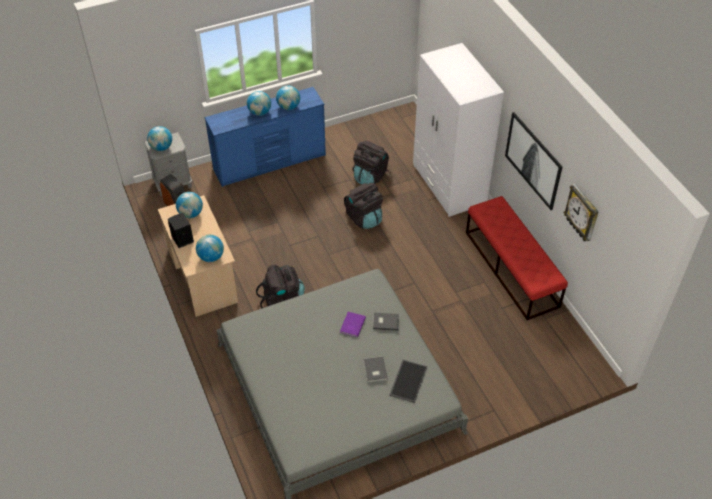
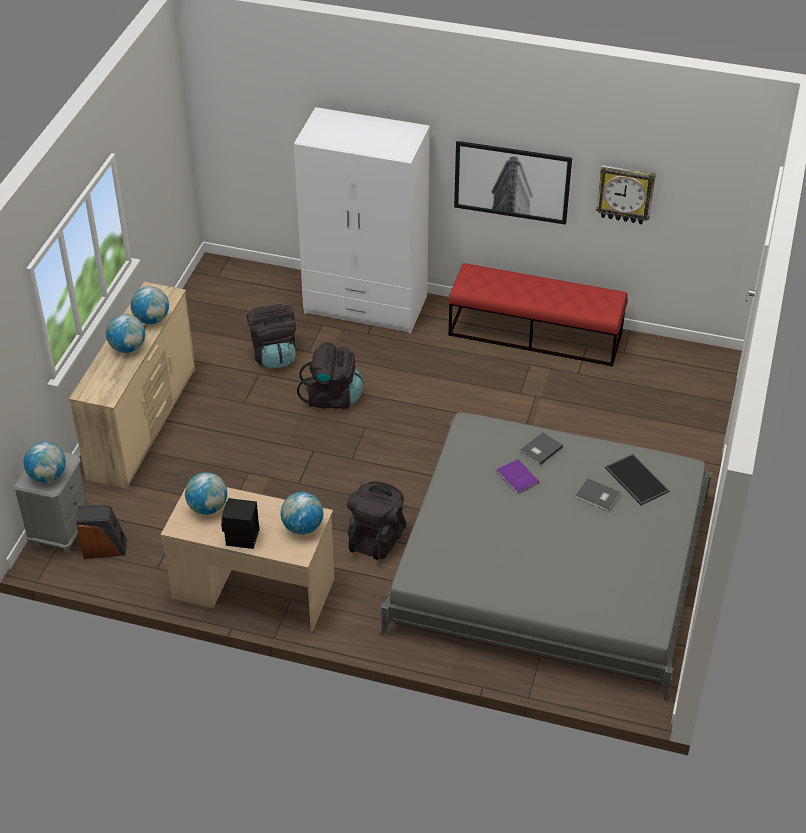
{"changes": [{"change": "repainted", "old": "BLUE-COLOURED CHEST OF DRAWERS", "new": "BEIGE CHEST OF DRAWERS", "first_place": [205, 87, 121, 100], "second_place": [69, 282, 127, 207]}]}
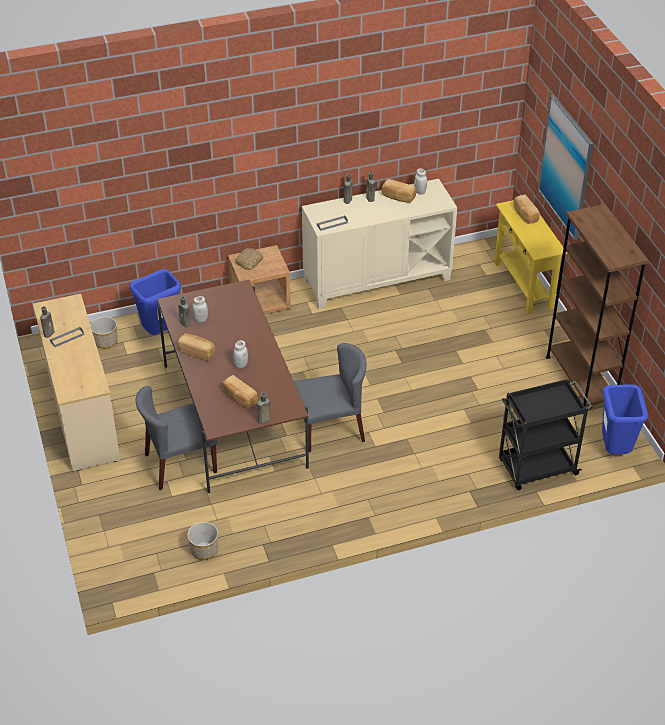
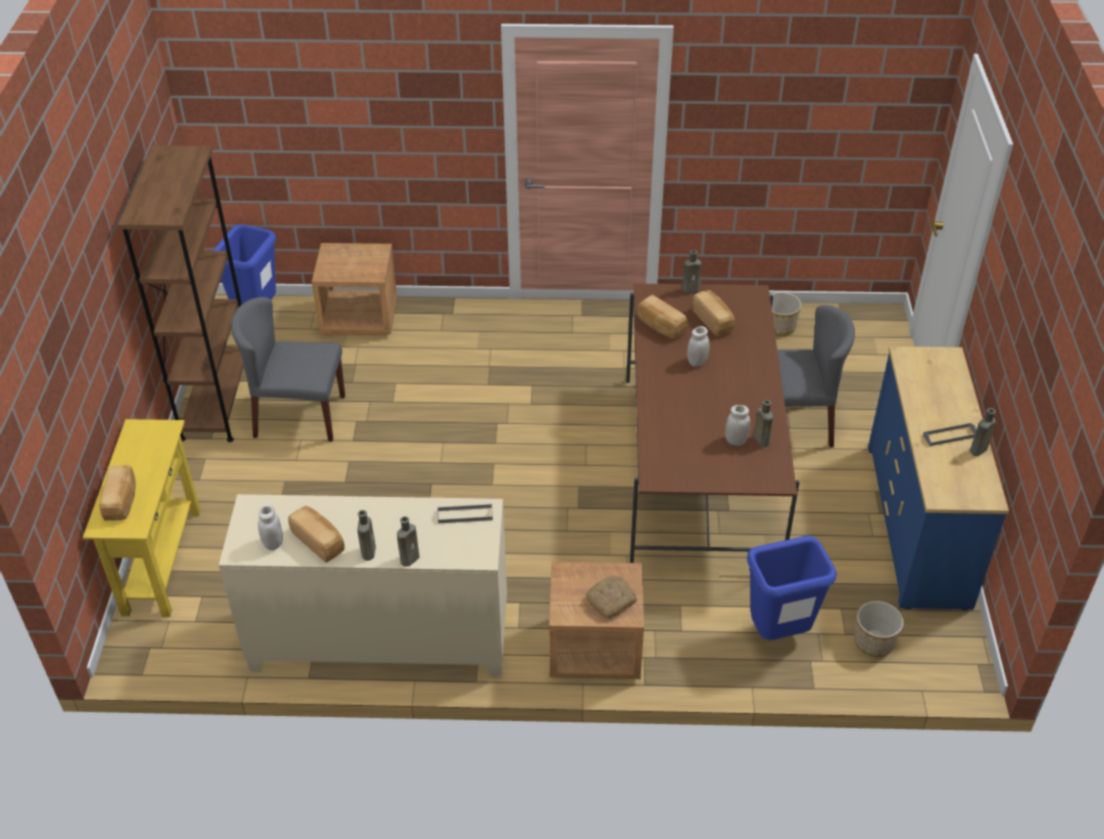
{"changes": [{"change": "gone", "old": "WALL PICTURE", "first_place": [538, 95, 56, 145]}, {"change": "shifted", "old": "BAKERY BREAD", "first_place": [177, 333, 38, 28], "second_place": [638, 294, 50, 45]}, {"change": "shifted", "old": "GRAY CHAIR", "first_place": [294, 343, 73, 109], "second_place": [231, 297, 114, 145]}, {"change": "swapped", "old": "BLACK-COLOURED CART", "new": "BROWN-COLOURED NIGHT TABLE", "first_place": [499, 378, 93, 112], "second_place": [312, 243, 85, 92]}, {"change": "repainted", "old": "BEIGE CHEST OF DRAWERS", "new": "BLUE-COLOURED CHEST OF DRAWERS", "first_place": [33, 294, 88, 177], "second_place": [868, 346, 141, 264]}]}
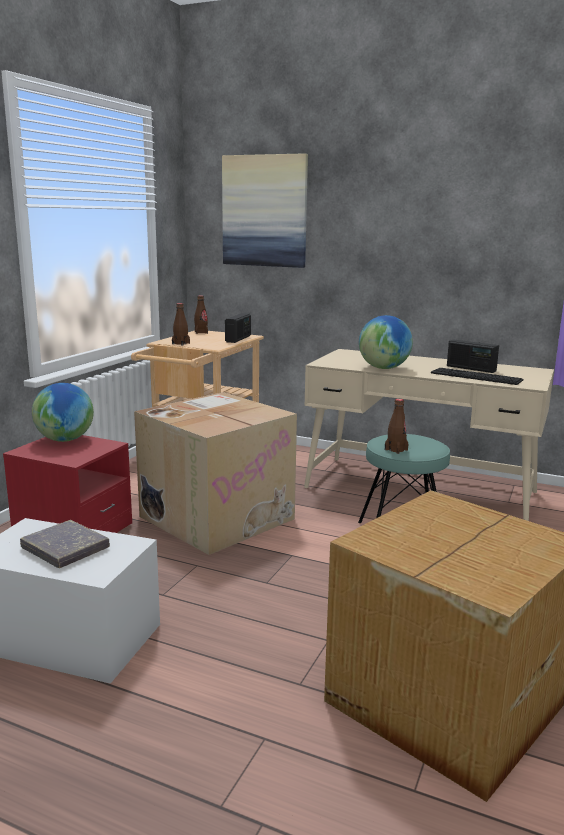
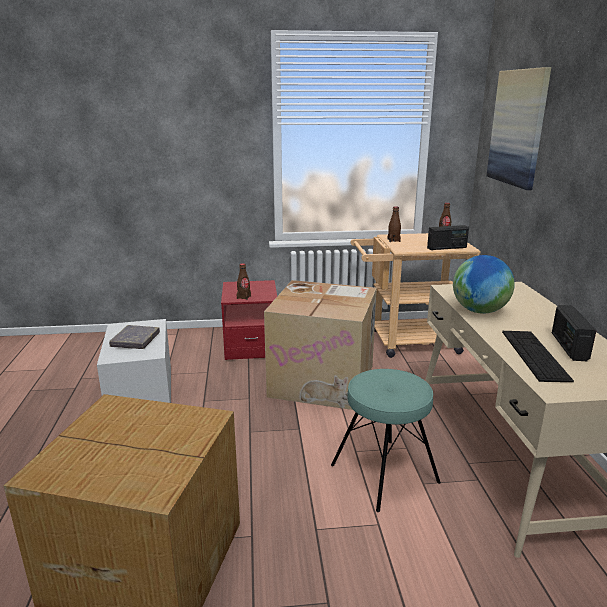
{"changes": [{"change": "gone", "old": "GLOBE", "first_place": [32, 383, 62, 59]}, {"change": "shifted", "old": "BROWN-COLOURED BOTTLE", "first_place": [385, 399, 23, 55], "second_place": [237, 263, 14, 37]}]}
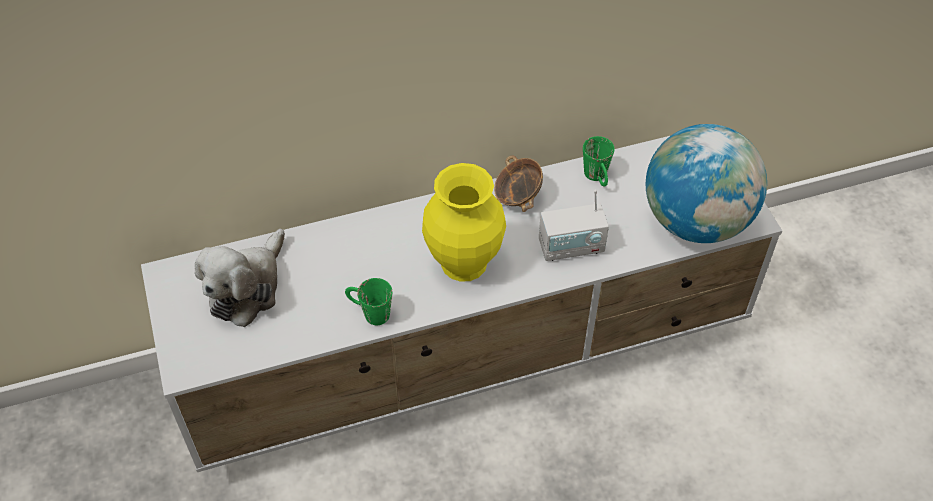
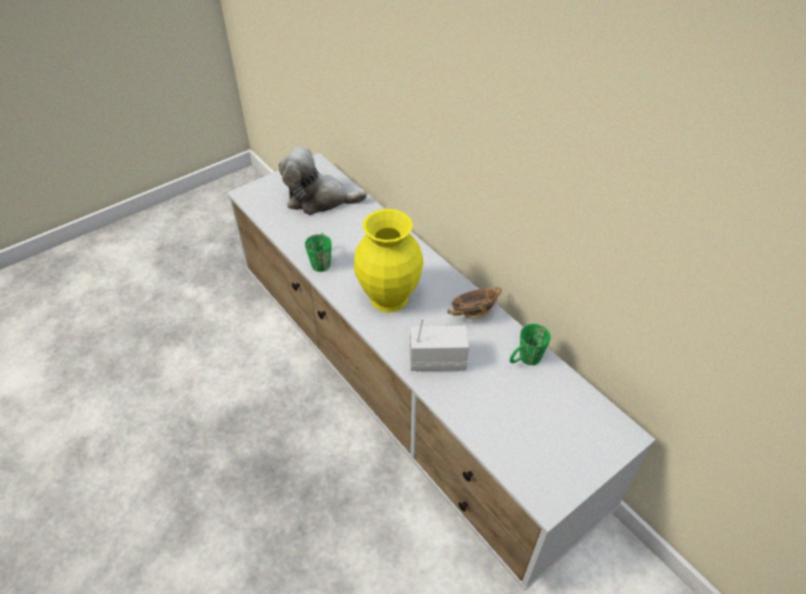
{"changes": [{"change": "gone", "old": "GLOBE", "first_place": [646, 124, 121, 119]}, {"change": "rotated", "old": "RADIO RECEIVER", "first_place": [539, 190, 70, 71], "second_place": [410, 318, 59, 54], "degrees": 120}]}
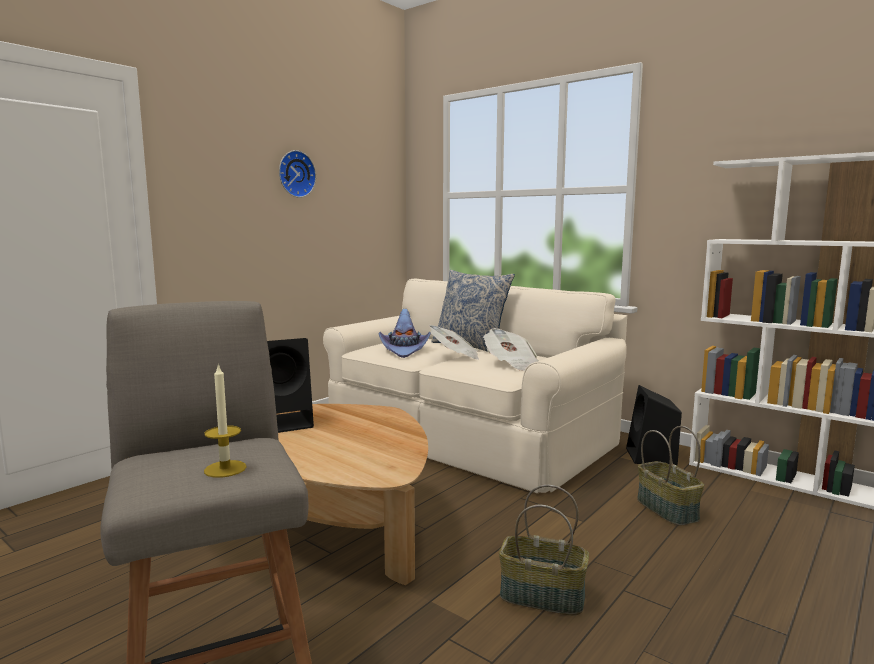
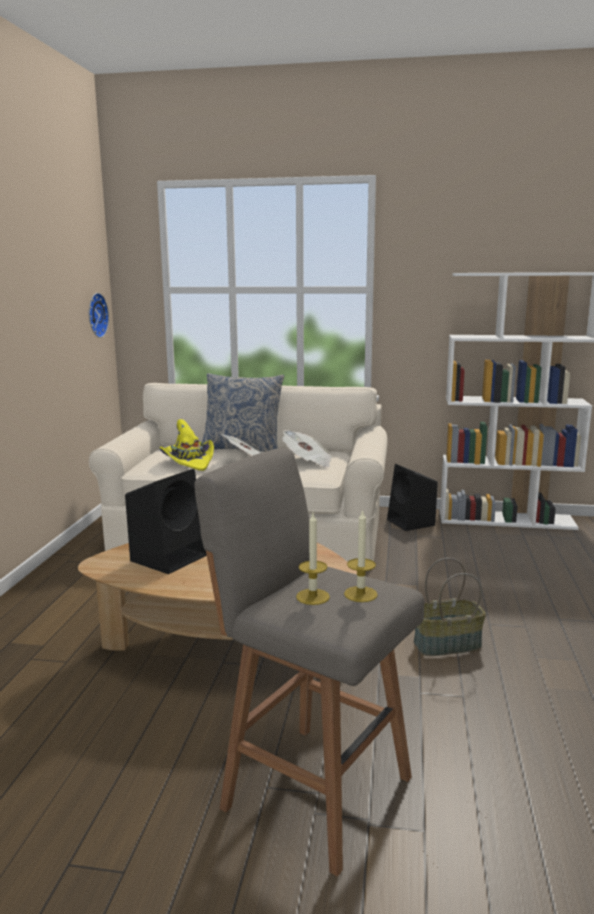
{"changes": [{"change": "gone", "old": "STORAGE BASKET", "first_place": [637, 426, 67, 100]}, {"change": "new", "new": "CANDLE", "second_place": [296, 513, 34, 92]}, {"change": "shifted", "old": "CLOCK ON THE WALL", "first_place": [279, 150, 37, 48], "second_place": [89, 293, 20, 45]}, {"change": "repainted", "old": "PURPLE-COLOURED CLOTHING HAT", "new": "YELLOW CLOTHING HAT", "first_place": [378, 309, 53, 49], "second_place": [159, 419, 55, 52]}]}
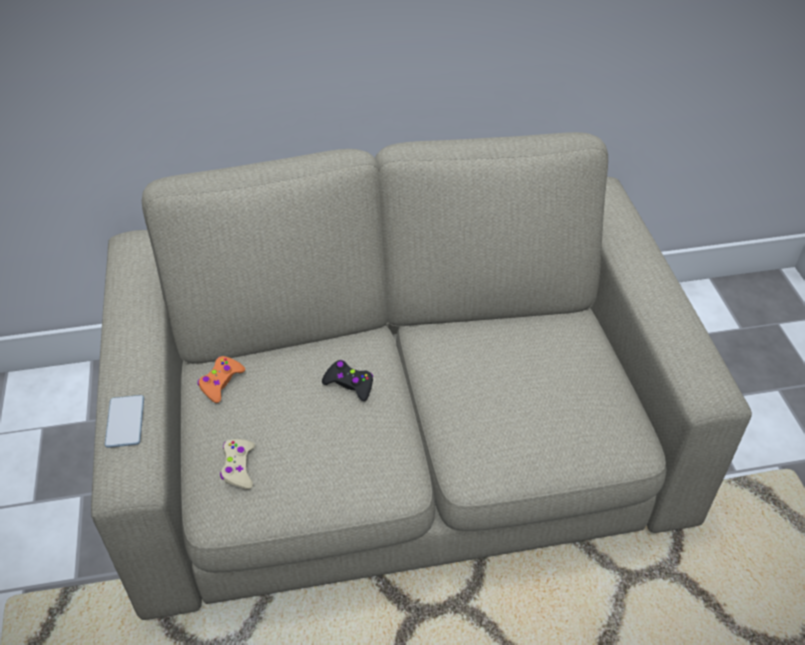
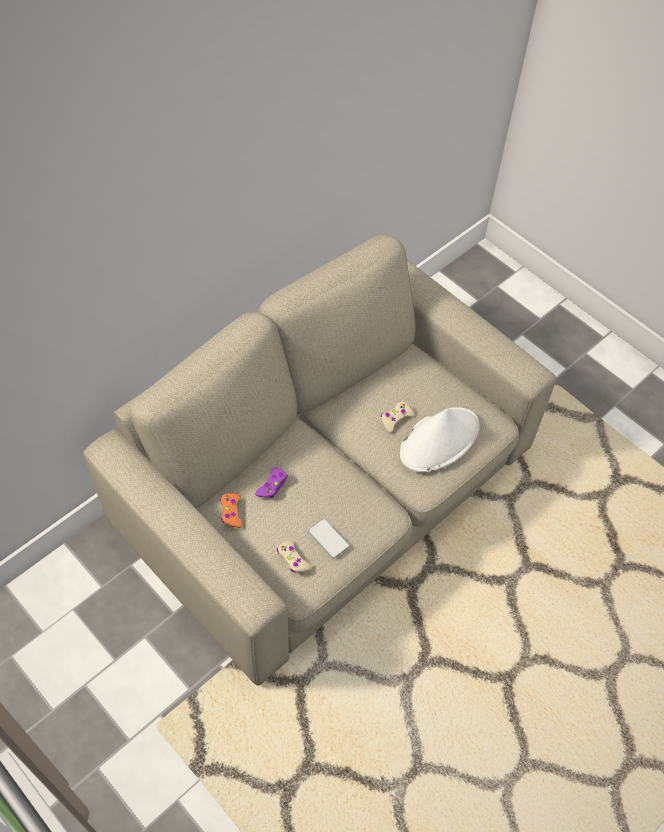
{"changes": [{"change": "gone", "old": "BLACK-COLOURED GAME CONTROLLER", "first_place": [322, 360, 51, 41]}, {"change": "new", "new": "PURPLE-COLOURED GAME CONTROLLER", "second_place": [255, 468, 32, 30]}, {"change": "new", "new": "BEIGE GAME CONTROLLER", "second_place": [381, 401, 34, 32]}, {"change": "new", "new": "WHITE CLOTHING HAT", "second_place": [400, 407, 79, 66]}, {"change": "shifted", "old": "PHONE", "first_place": [105, 395, 39, 53], "second_place": [308, 519, 41, 40]}]}
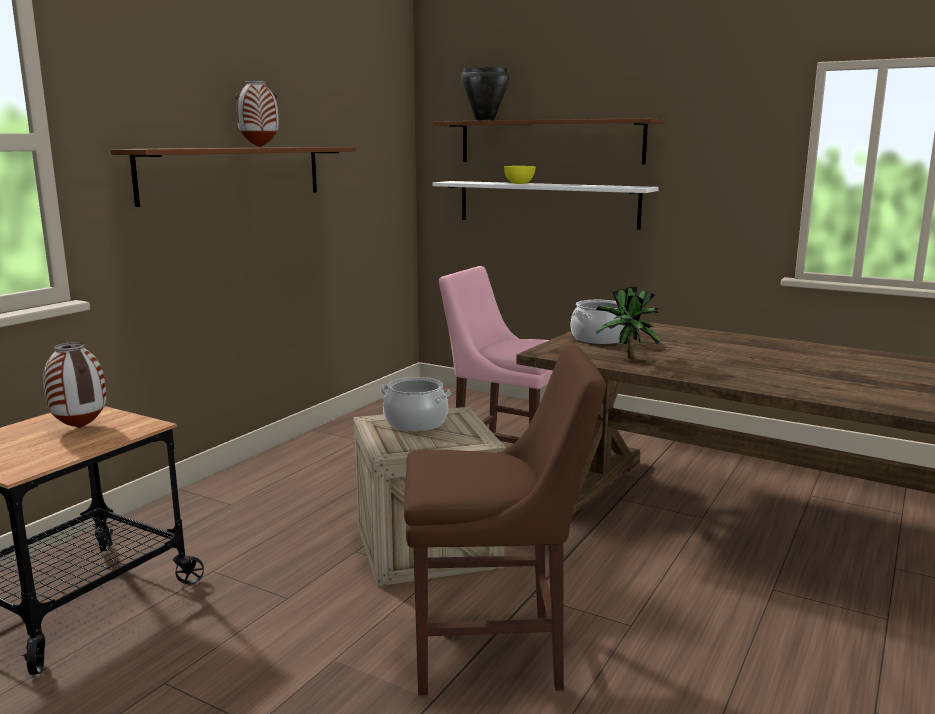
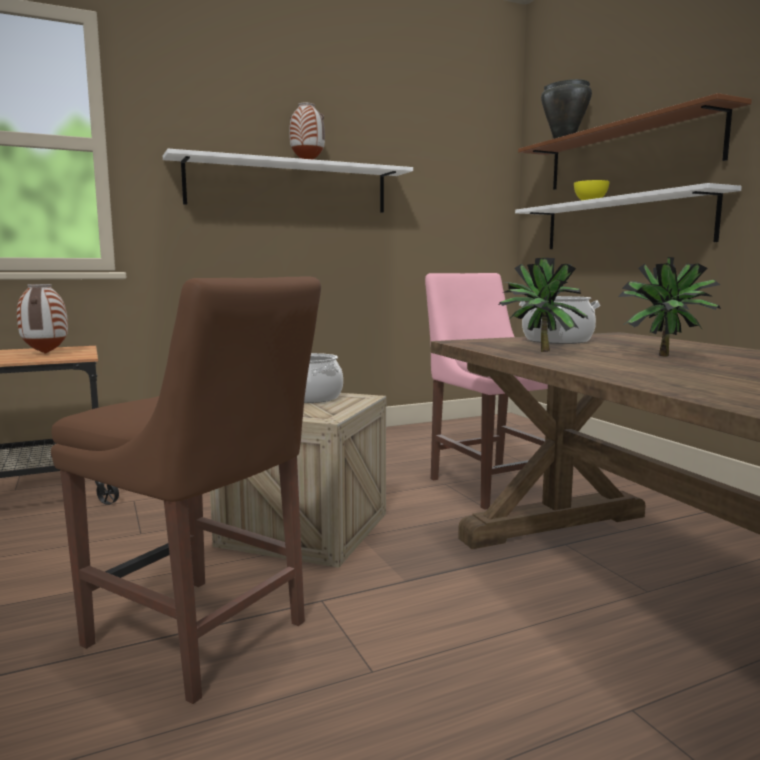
{"changes": [{"change": "new", "new": "POTTED PLANT", "second_place": [618, 257, 103, 100]}, {"change": "repainted", "old": "BROWN-COLOURED WALL SHELF", "new": "WHITE WALL SHELF", "first_place": [111, 147, 245, 60], "second_place": [163, 149, 250, 64]}]}
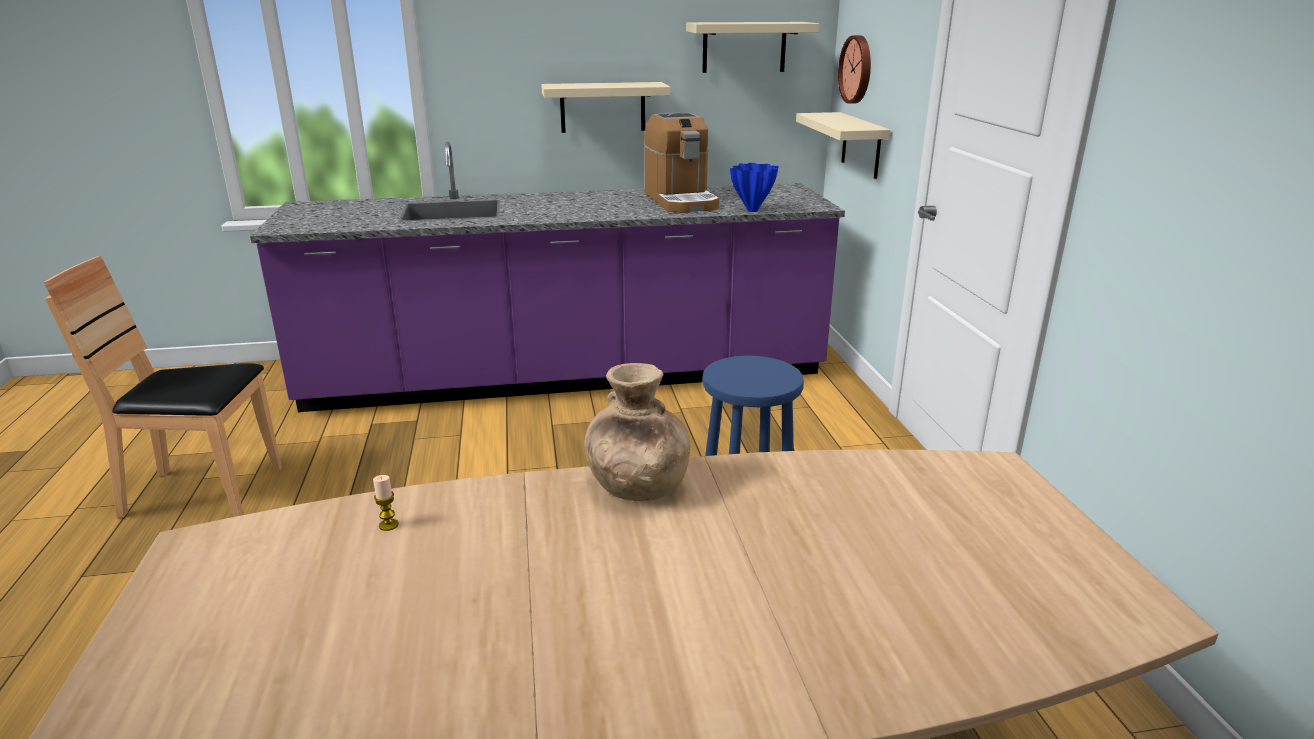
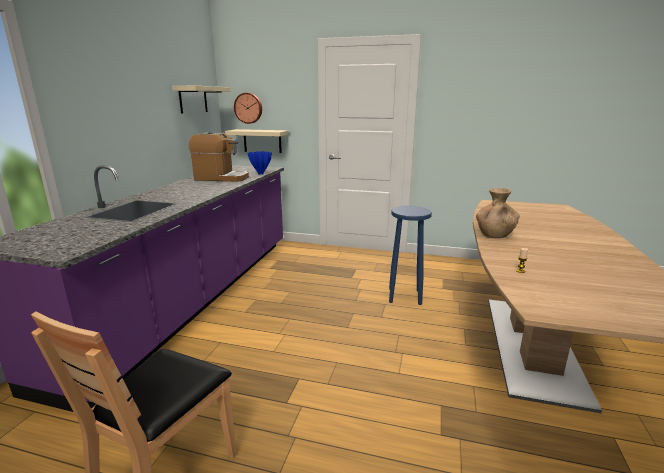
{"changes": [{"change": "gone", "old": "BEIGE WALL SHELF", "first_place": [541, 82, 129, 51]}]}
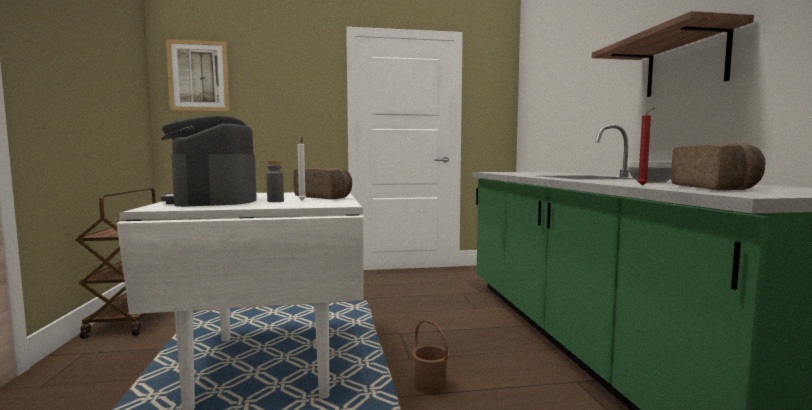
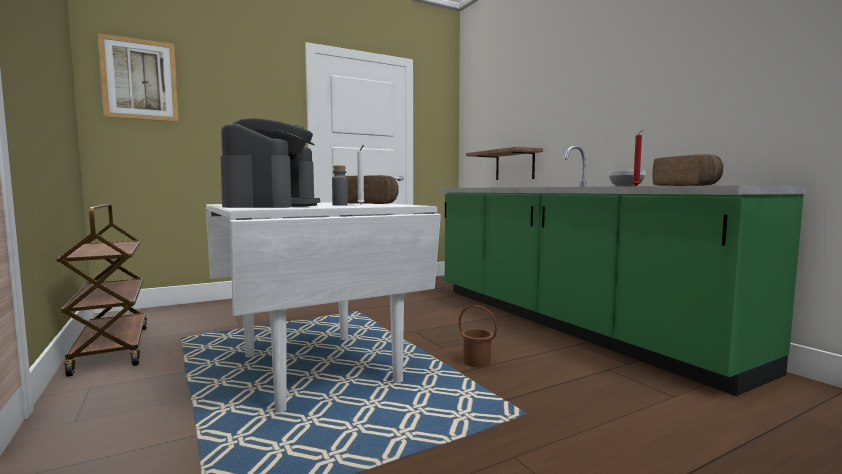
{"changes": [{"change": "shifted", "old": "WALL SHELF", "first_place": [592, 11, 162, 86], "second_place": [466, 147, 77, 33]}, {"change": "rotated", "old": "COFFEE BREWER", "first_place": [161, 115, 96, 92], "second_place": [221, 118, 99, 90], "degrees": -135}]}
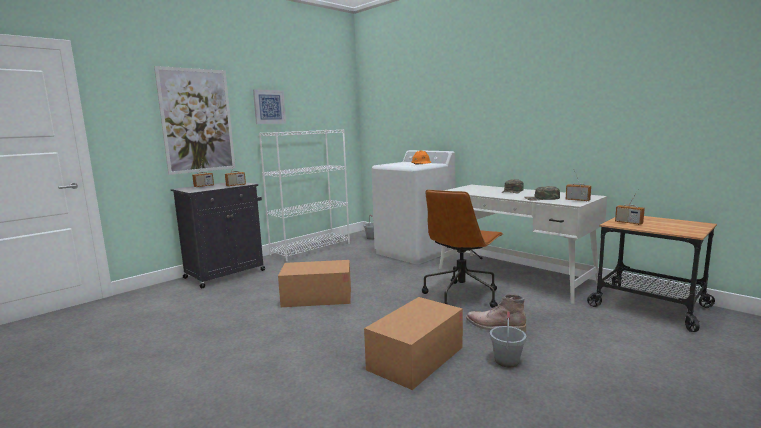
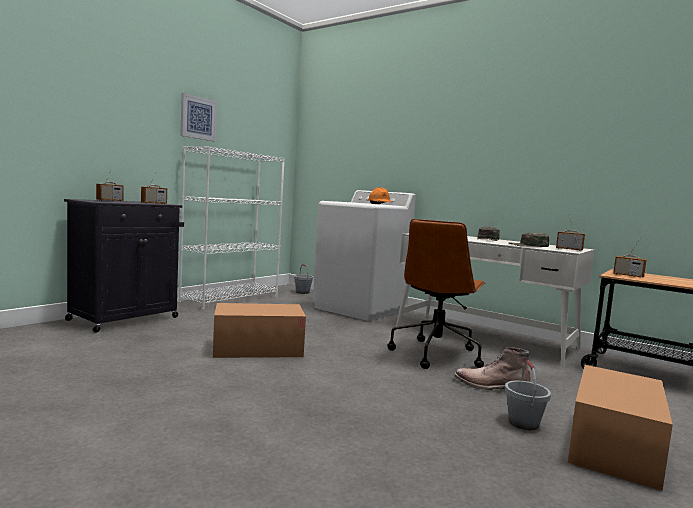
{"changes": [{"change": "gone", "old": "WALL PICTURE", "first_place": [154, 66, 81, 109]}, {"change": "shifted", "old": "CARTON", "first_place": [364, 297, 99, 93], "second_place": [568, 365, 105, 126]}]}
